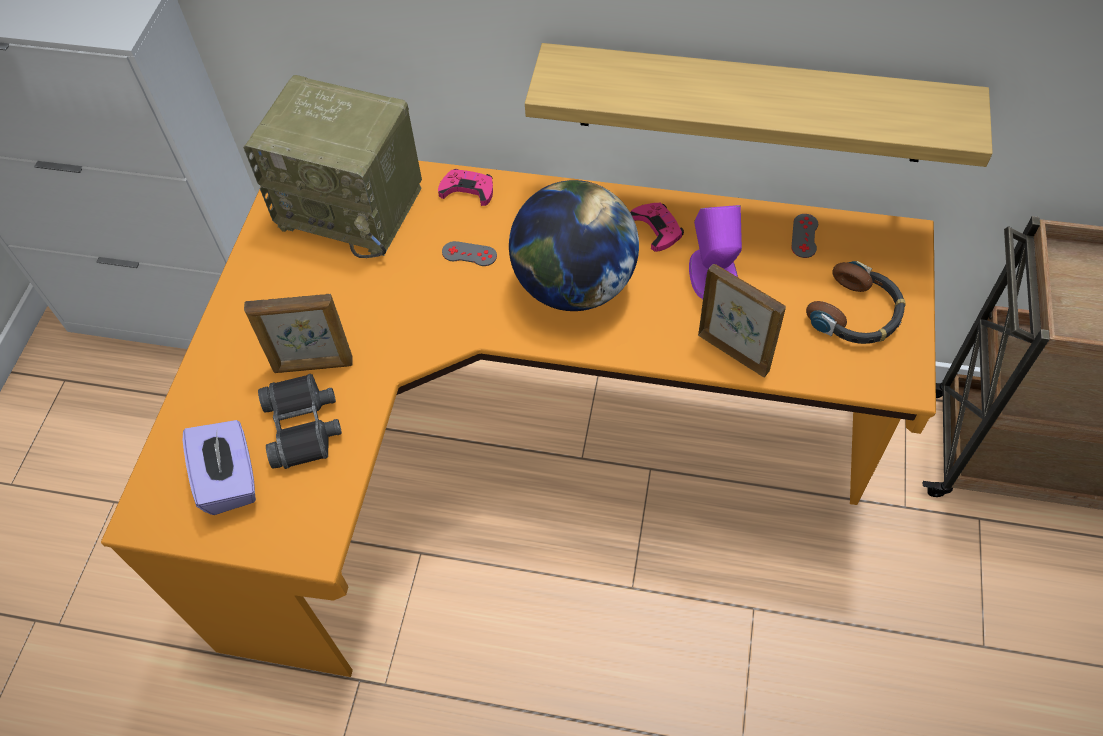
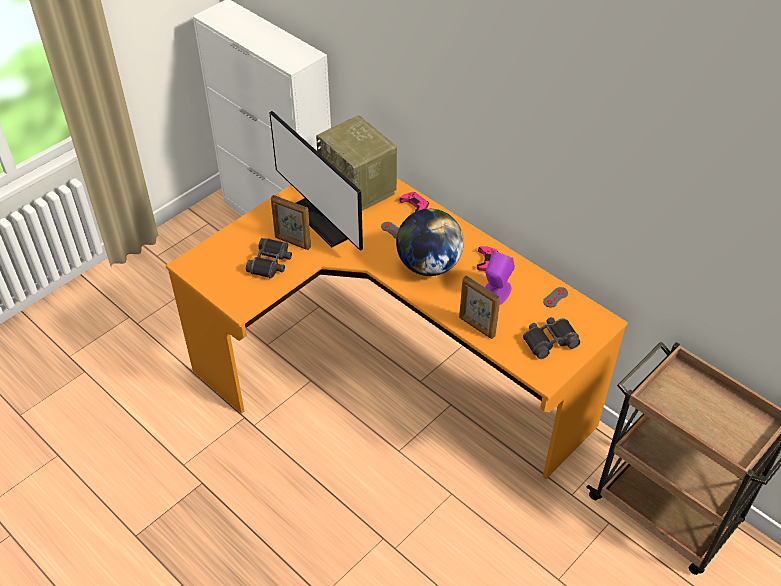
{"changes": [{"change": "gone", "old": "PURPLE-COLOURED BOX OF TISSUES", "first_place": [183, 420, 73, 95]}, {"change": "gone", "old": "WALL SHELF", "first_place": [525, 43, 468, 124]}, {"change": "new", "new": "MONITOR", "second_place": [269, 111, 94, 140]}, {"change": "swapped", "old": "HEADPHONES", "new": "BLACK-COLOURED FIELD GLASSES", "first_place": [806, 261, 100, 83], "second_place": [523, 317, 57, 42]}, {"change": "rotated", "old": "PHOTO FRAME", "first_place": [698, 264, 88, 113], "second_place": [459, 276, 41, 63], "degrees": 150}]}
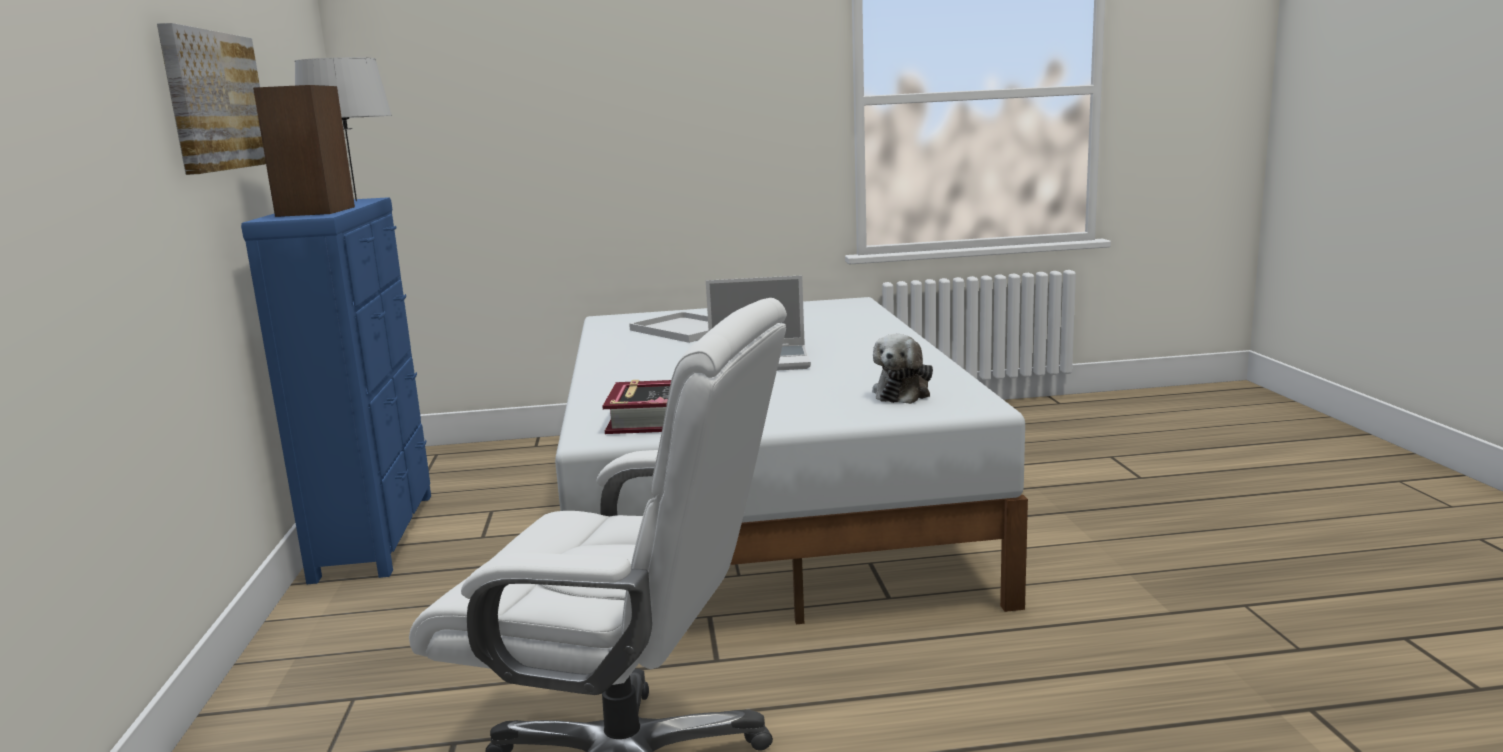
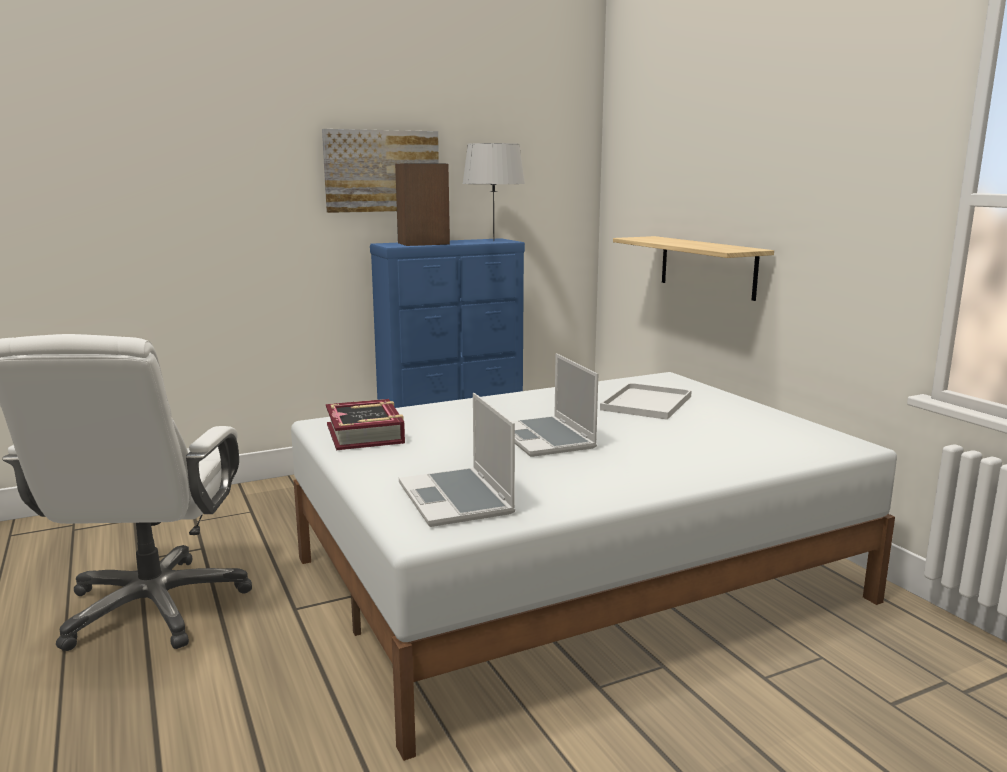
{"changes": [{"change": "new", "new": "WALL SHELF", "second_place": [613, 236, 161, 65]}, {"change": "swapped", "old": "CUDDLY TOY", "new": "LAPTOP", "first_place": [872, 334, 61, 70], "second_place": [399, 393, 116, 134]}]}
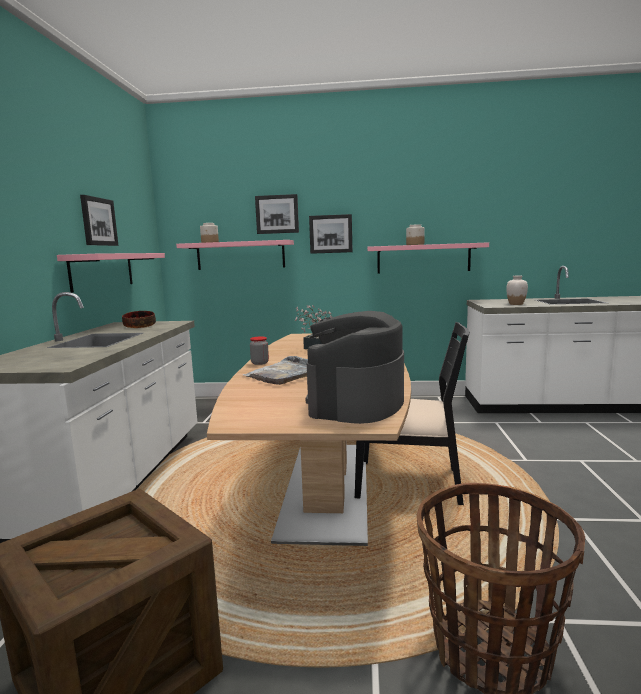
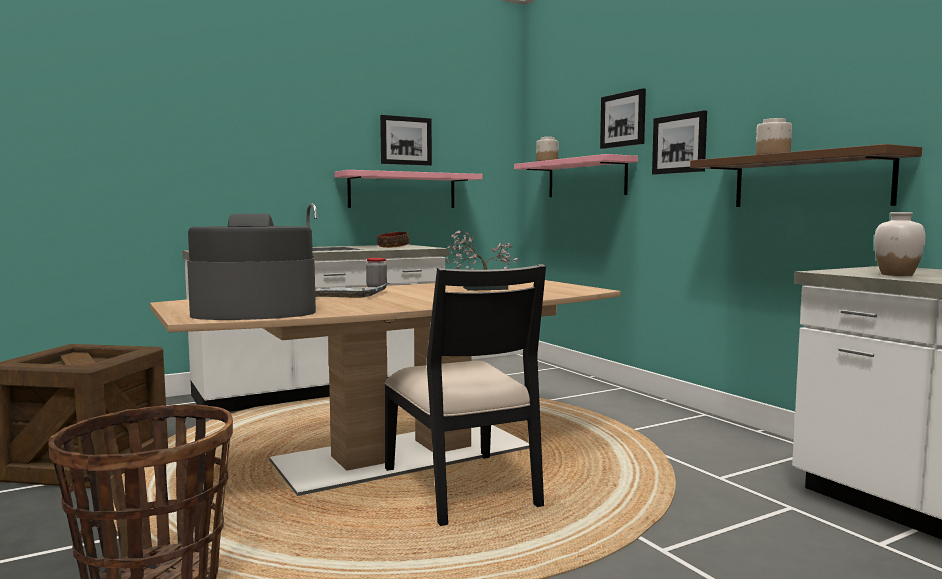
{"changes": [{"change": "repainted", "old": "PINKISH WALL SHELF", "new": "BROWN-COLOURED WALL SHELF", "first_place": [367, 242, 122, 32], "second_place": [690, 144, 232, 63]}]}
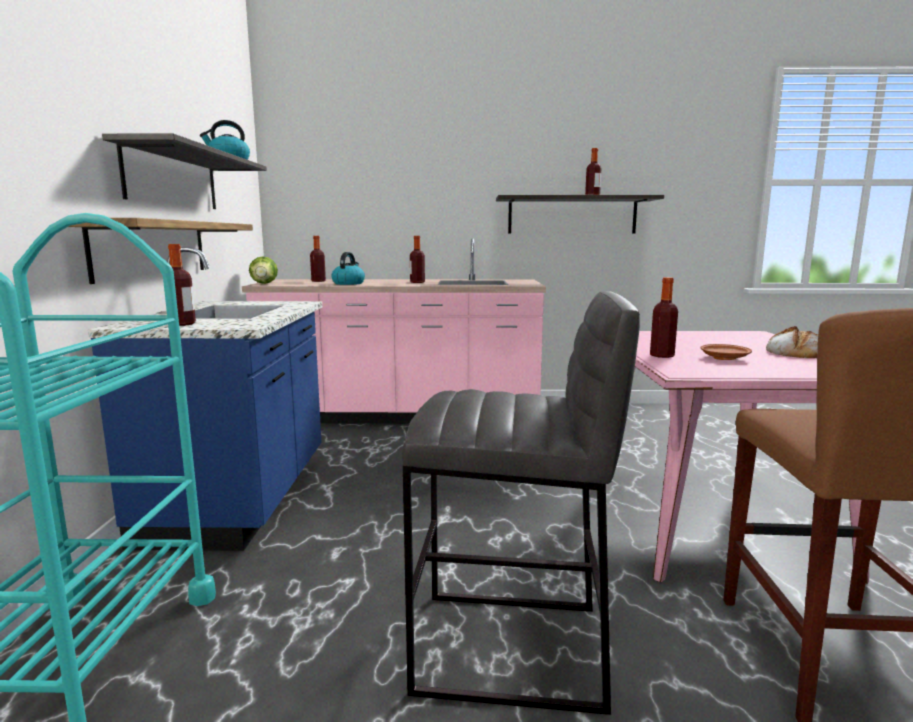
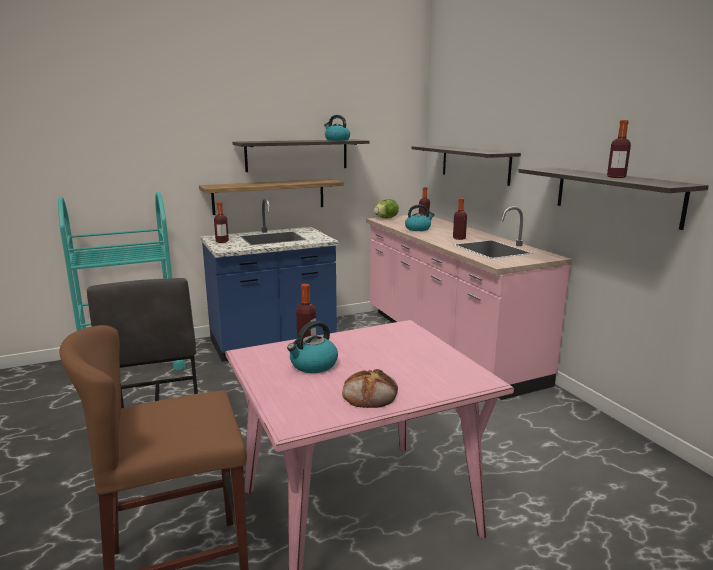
{"changes": [{"change": "new", "new": "WALL SHELF", "second_place": [411, 146, 110, 40]}, {"change": "swapped", "old": "BROWN-COLOURED DINNER PLATE", "new": "WATER KETTLE", "first_place": [700, 344, 52, 16], "second_place": [287, 321, 51, 52]}]}
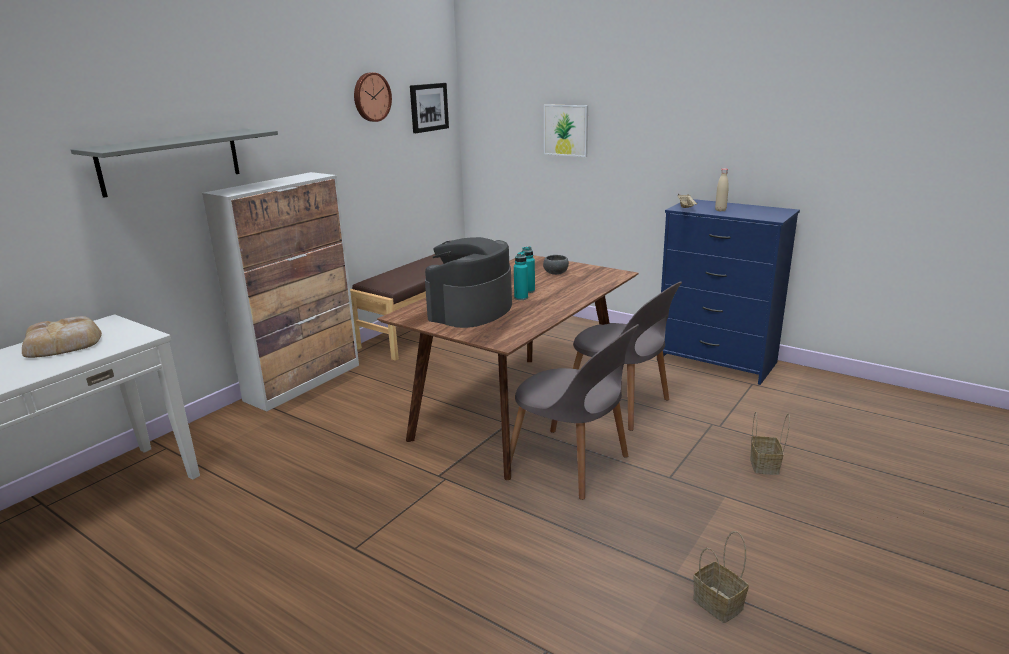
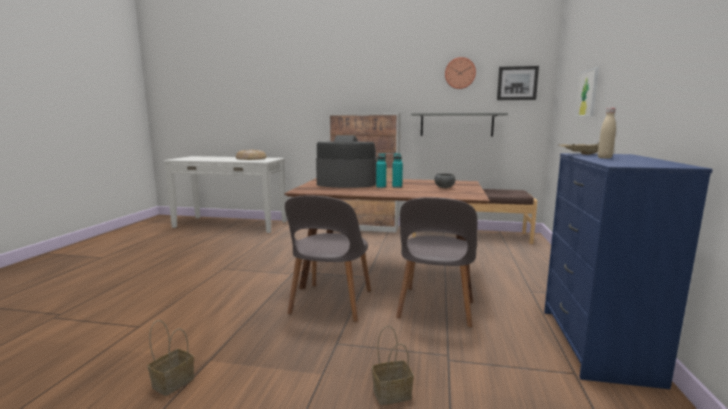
{"changes": [{"change": "shifted", "old": "GRAY WALL SHELF", "first_place": [71, 129, 207, 69], "second_place": [411, 113, 97, 24]}]}
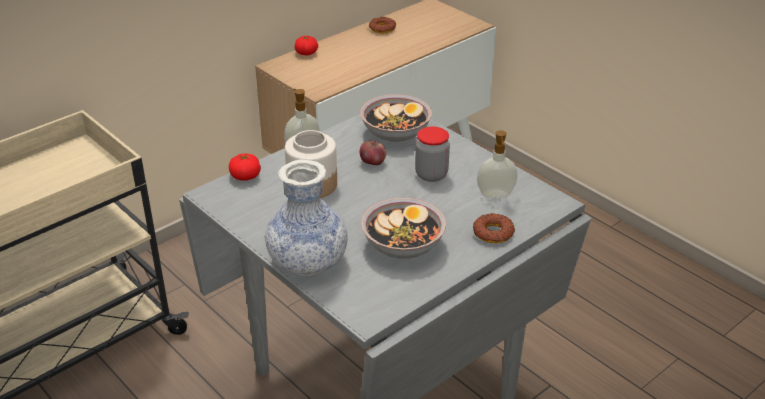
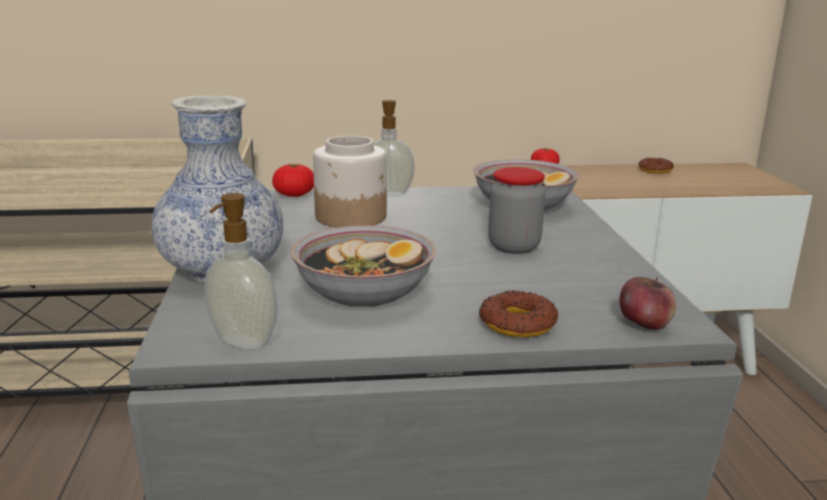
{"changes": [{"change": "shifted", "old": "APPLE", "first_place": [360, 141, 26, 24], "second_place": [620, 277, 56, 53]}, {"change": "shifted", "old": "SOAP BOTTLE", "first_place": [477, 130, 40, 68], "second_place": [204, 193, 74, 157]}]}
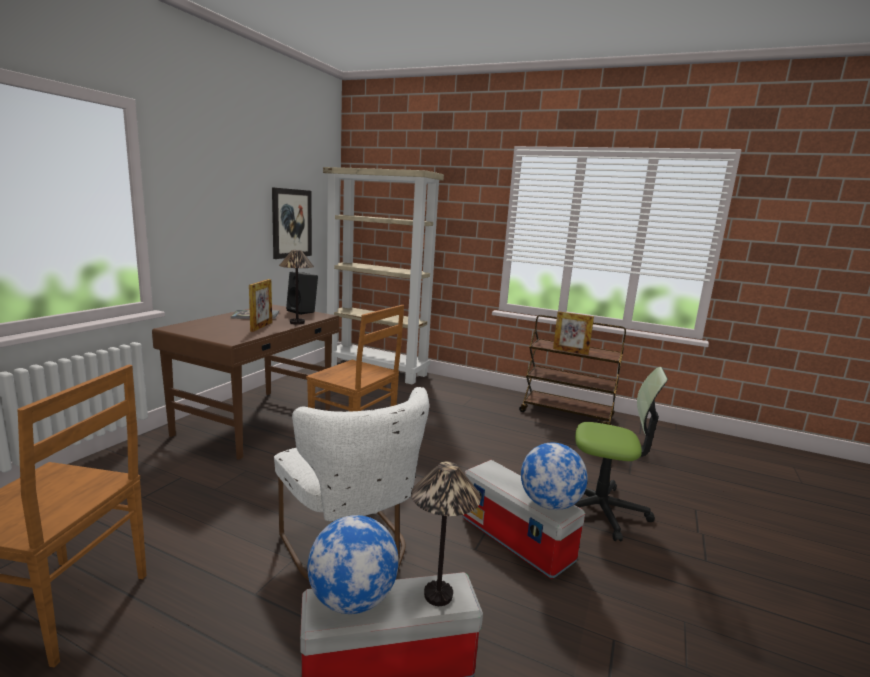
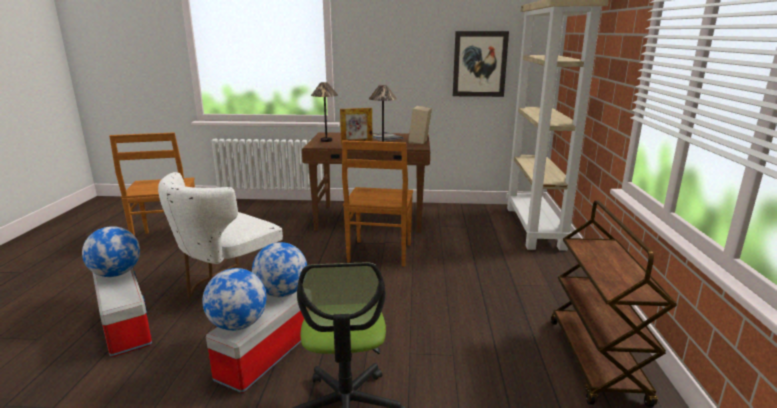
{"changes": [{"change": "gone", "old": "PHOTO FRAME", "first_place": [553, 311, 41, 44]}, {"change": "new", "new": "GLOBE", "second_place": [252, 242, 55, 55]}, {"change": "shifted", "old": "TABLE LAMP", "first_place": [411, 461, 70, 145], "second_place": [311, 82, 27, 60]}, {"change": "repainted", "old": "BLACK-COLOURED AUDIO SPEAKER", "new": "BEIGE AUDIO SPEAKER", "first_place": [286, 272, 32, 43], "second_place": [408, 106, 24, 38]}]}
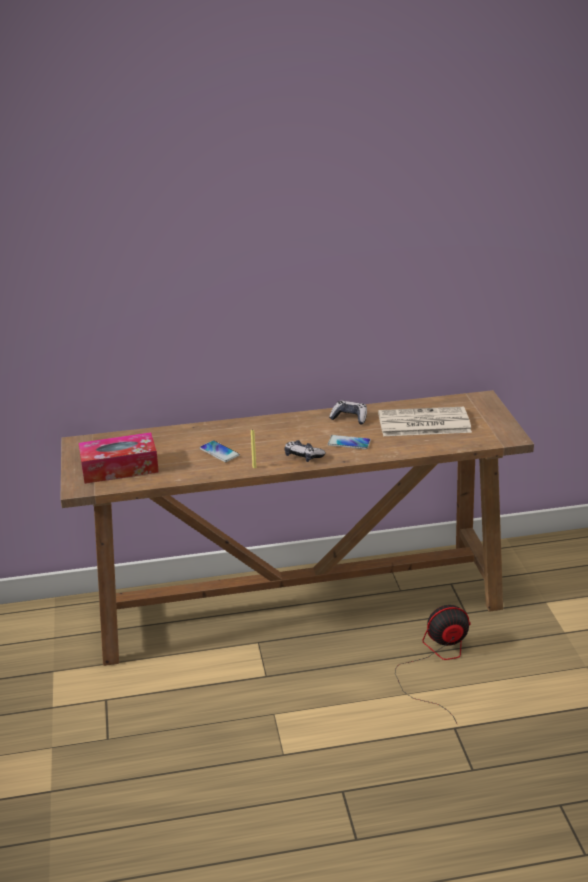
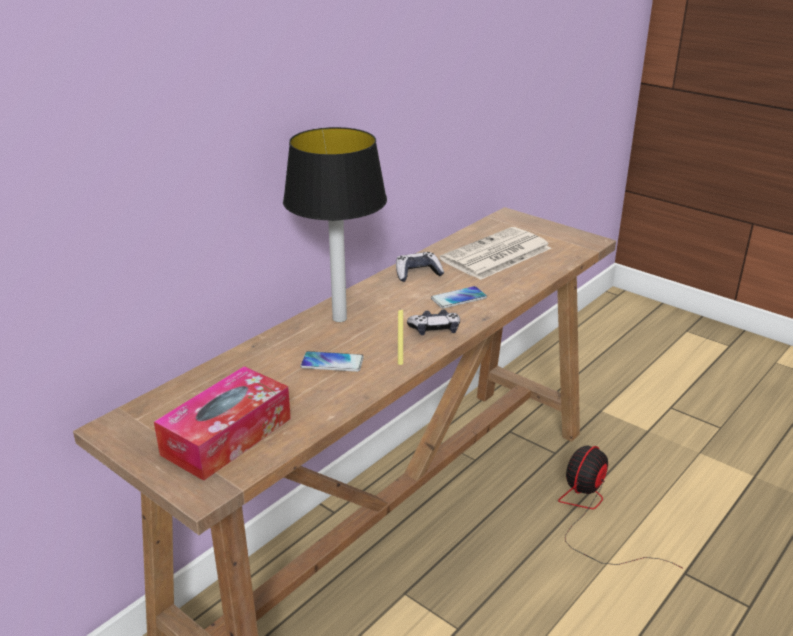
{"changes": [{"change": "new", "new": "TABLE LAMP", "second_place": [283, 127, 104, 195]}]}
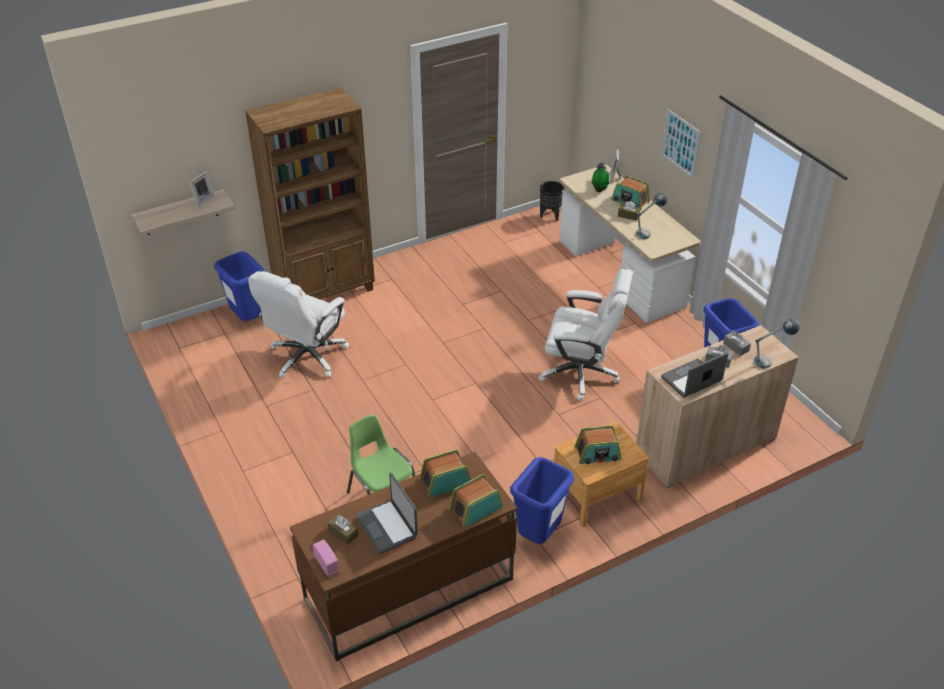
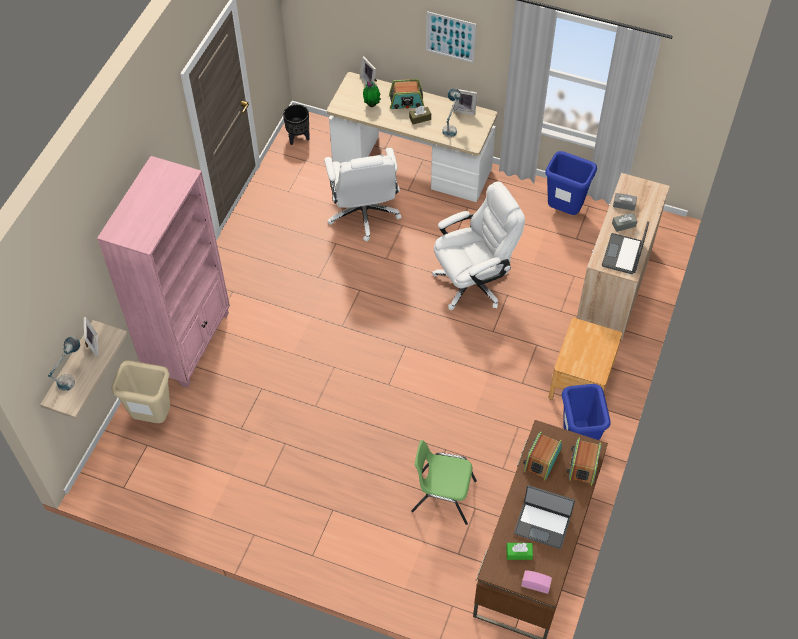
{"changes": [{"change": "gone", "old": "RADIO RECEIVER", "first_place": [574, 425, 48, 39]}, {"change": "new", "new": "PHOTO FRAME", "second_place": [453, 89, 24, 26]}, {"change": "shifted", "old": "WHITE COMPUTER CHAIR", "first_place": [248, 271, 101, 107], "second_place": [324, 148, 78, 94]}, {"change": "shifted", "old": "TABLE LAMP", "first_place": [754, 319, 46, 49], "second_place": [48, 337, 32, 54]}, {"change": "repainted", "old": "BLUE-COLOURED TRASH CAN", "new": "BEIGE TRASH CAN", "first_place": [214, 251, 51, 70], "second_place": [111, 360, 59, 63]}, {"change": "repainted", "old": "BROWN-COLOURED BOOKSHELF", "new": "PINKISH BOOKSHELF", "first_place": [245, 87, 130, 212], "second_place": [97, 156, 133, 232]}, {"change": "repainted", "old": "BROWN-COLOURED BOX OF TISSUES", "new": "GREENISH BOX OF TISSUES", "first_place": [327, 514, 31, 31], "second_place": [506, 543, 27, 17]}]}
